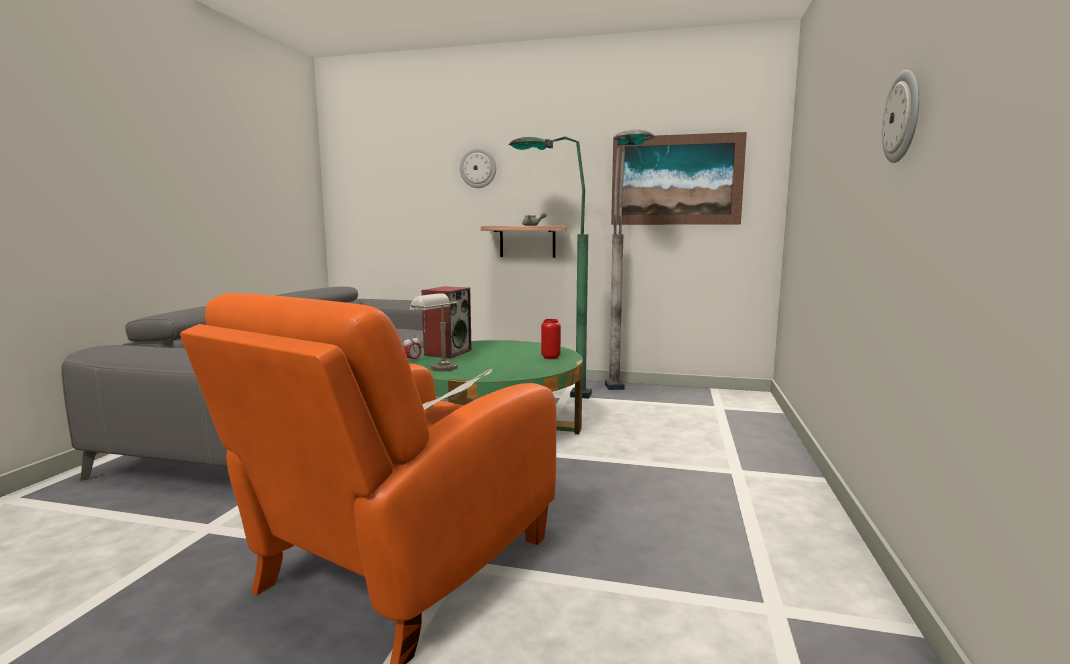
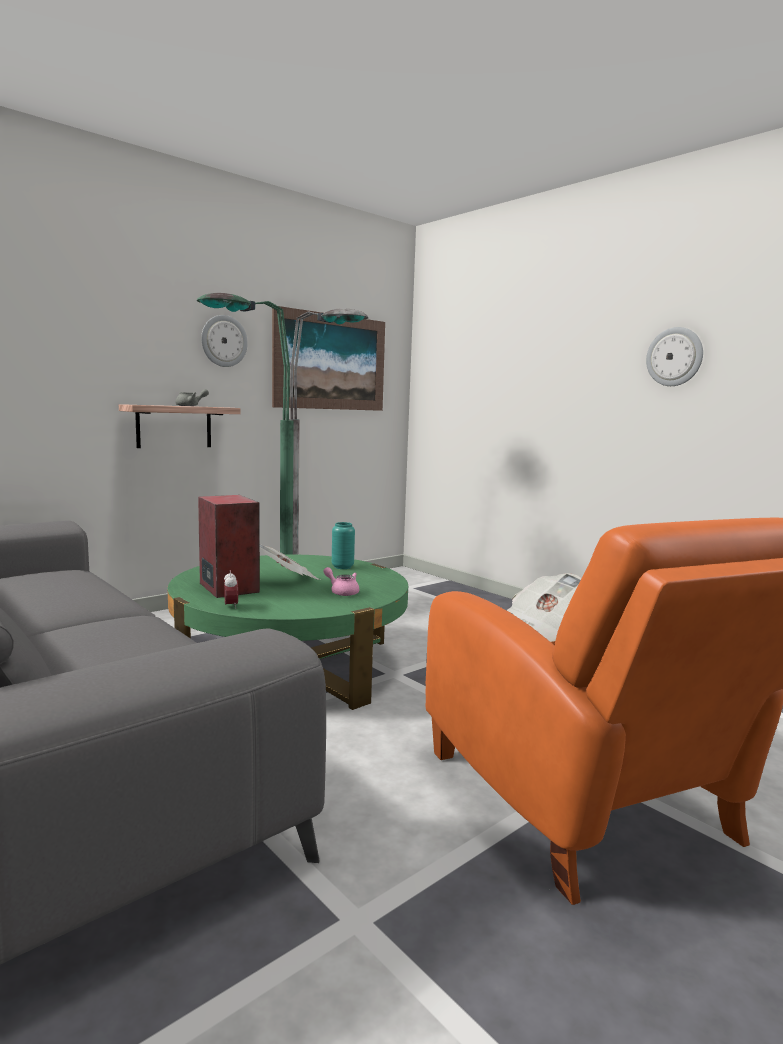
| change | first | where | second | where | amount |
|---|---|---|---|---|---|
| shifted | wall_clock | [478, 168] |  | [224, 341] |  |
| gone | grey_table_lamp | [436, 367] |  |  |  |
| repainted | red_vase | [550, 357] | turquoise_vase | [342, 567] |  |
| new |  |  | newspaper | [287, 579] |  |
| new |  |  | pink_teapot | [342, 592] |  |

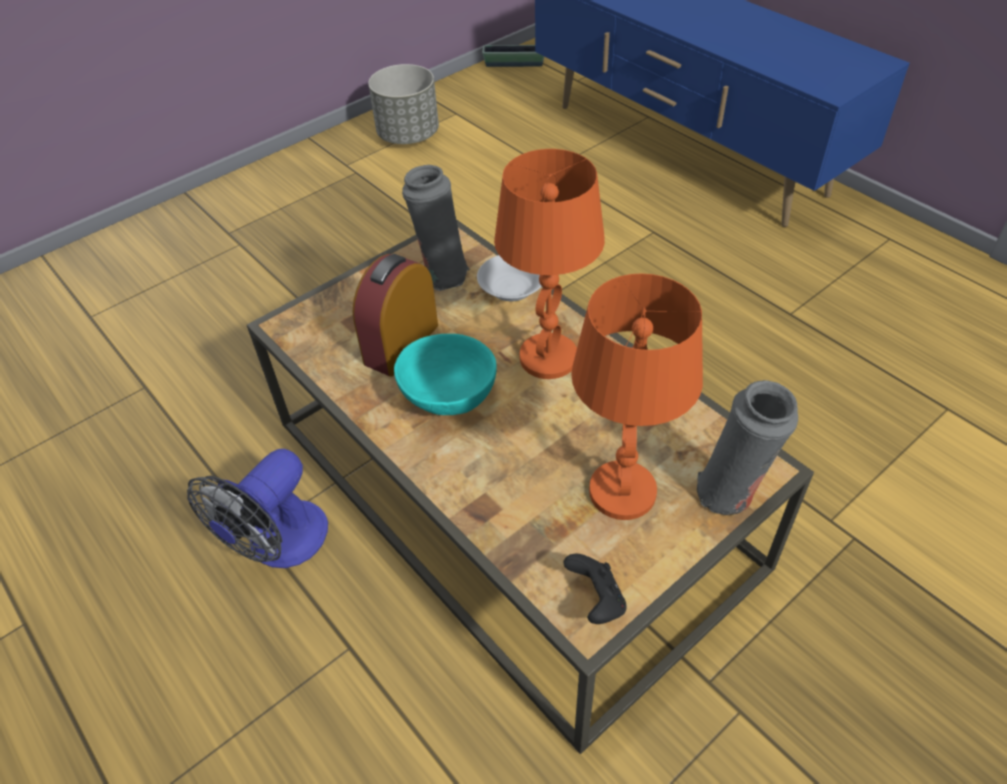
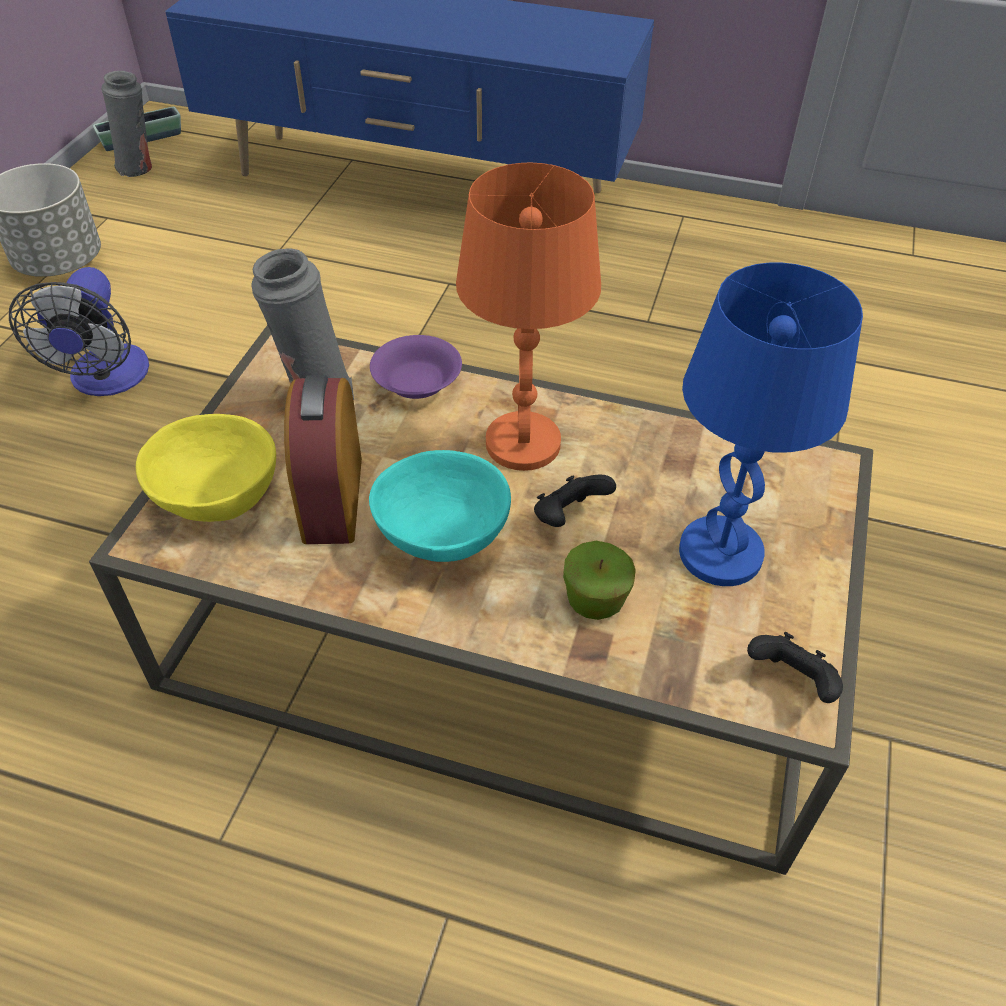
| change | first | where | second | where | amount |
|---|---|---|---|---|---|
| repainted | white_bowl | [511, 290] | purple_bowl | [417, 384] |  |
| repainted | orange_table_lamp | [623, 492] | blue_table_lamp | [721, 553] |  |
| shifted | grey_vase | [731, 494] |  | [139, 168] |  |
| shifted | fan | [279, 545] |  | [106, 380] |  |
| new |  |  | yellow_bowl | [217, 496] |  |
| new |  |  | black_game_controller | [568, 517] |  |
| new |  |  | apple | [595, 600] |  |

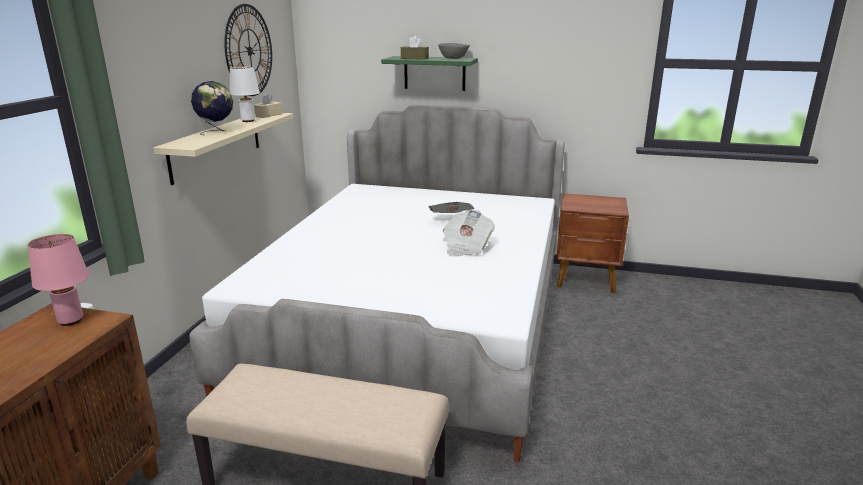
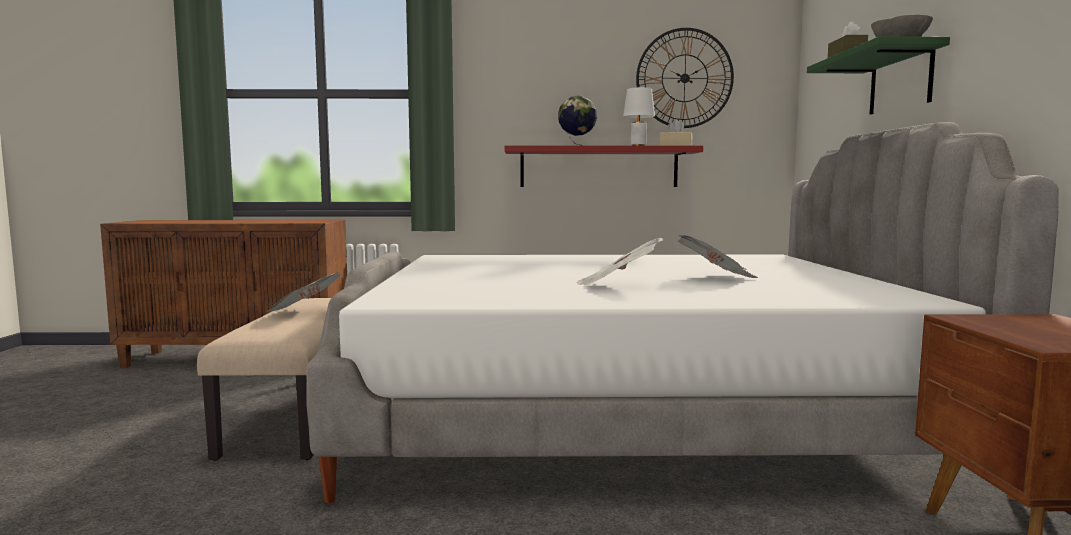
| change | first | where | second | where | amount |
|---|---|---|---|---|---|
| repainted | beige_shelf | [216, 145] | red_shelf | [599, 167] |  |
| gone | pink_table_lamp | [70, 320] |  |  |  |
| new |  |  | newspaper | [304, 312] |  |

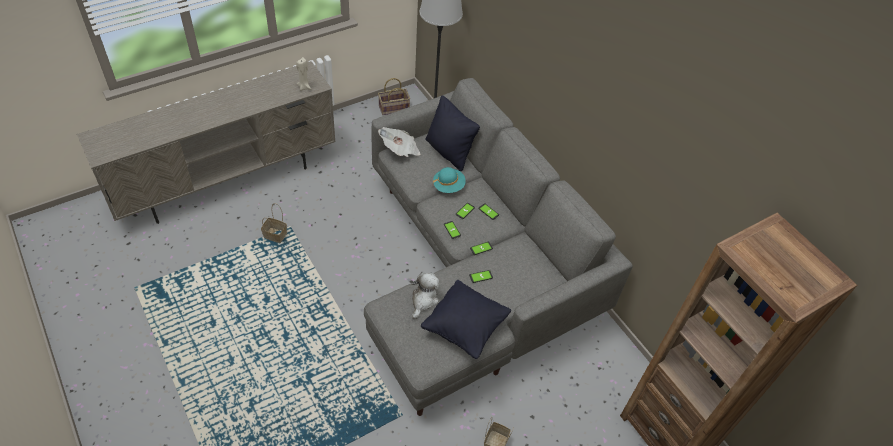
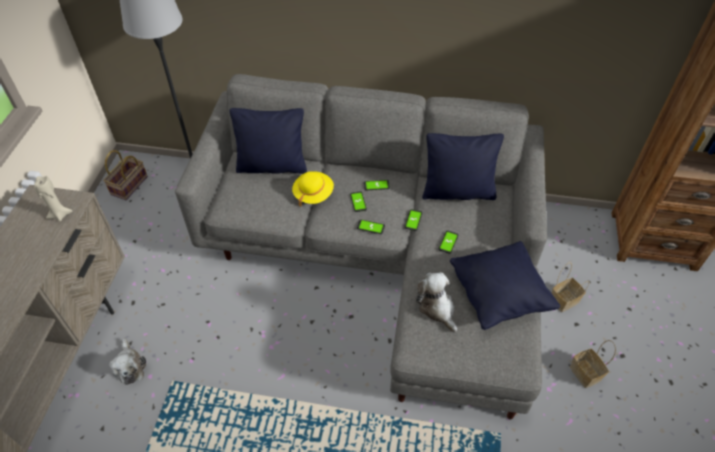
| change | first | where | second | where | amount |
|---|---|---|---|---|---|
| gone | newspaper | [400, 149] |  |  |  |
| repainted | turquoise_hat | [448, 186] | yellow_hat | [313, 194] |  |
| shifted | basket | [276, 235] |  | [564, 299] |  |
| new |  |  | black_pillow | [458, 192] |  |
| new |  |  | plush_toy | [130, 366] |  |

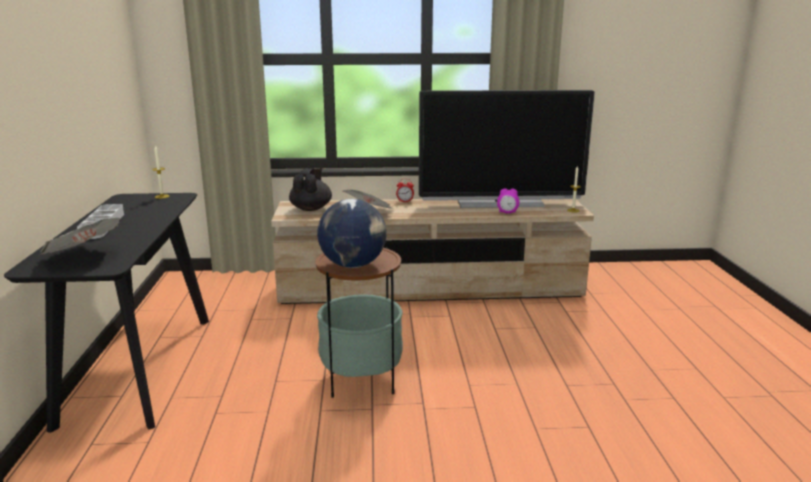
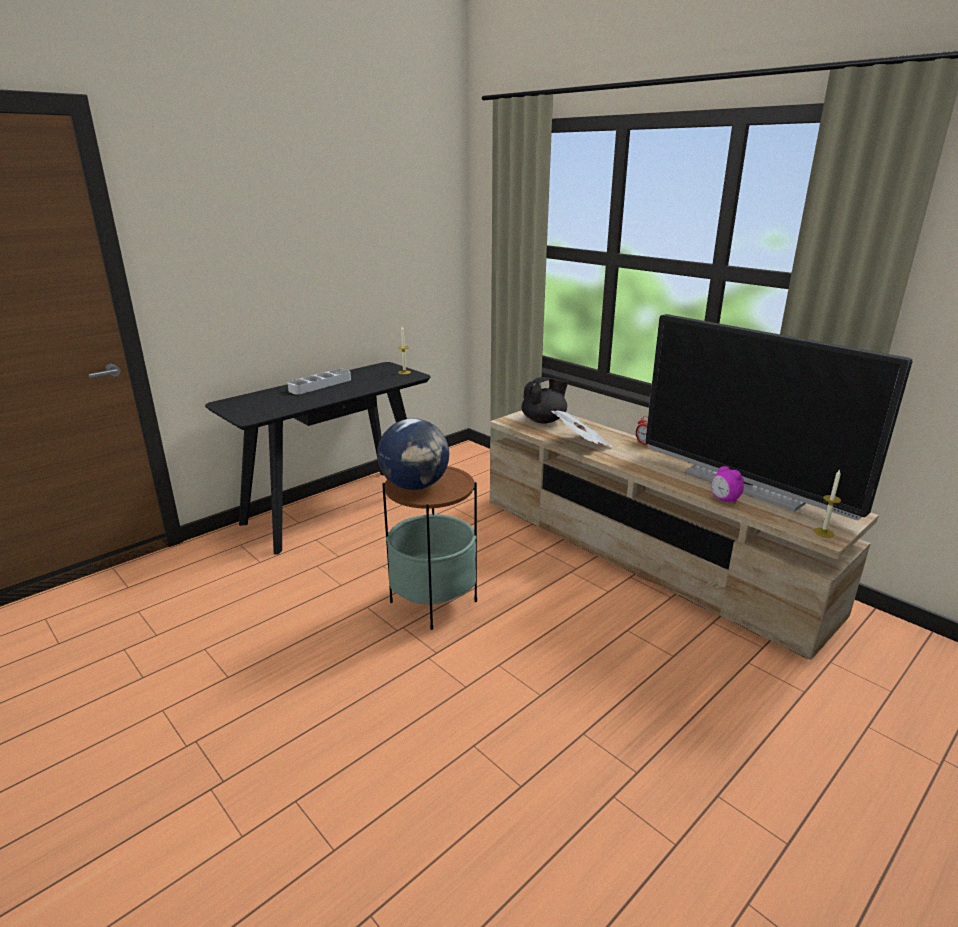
| change | first | where | second | where | amount |
|---|---|---|---|---|---|
| gone | newspaper | [83, 256] |  |  |  |

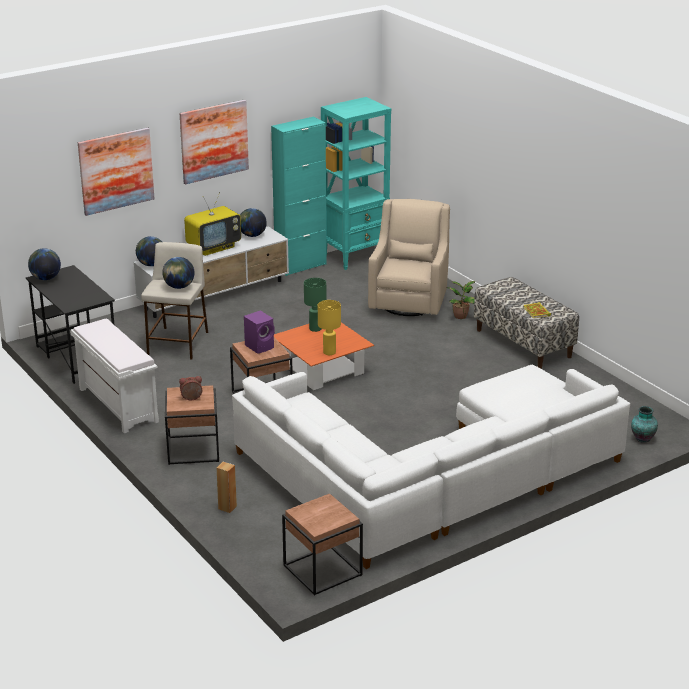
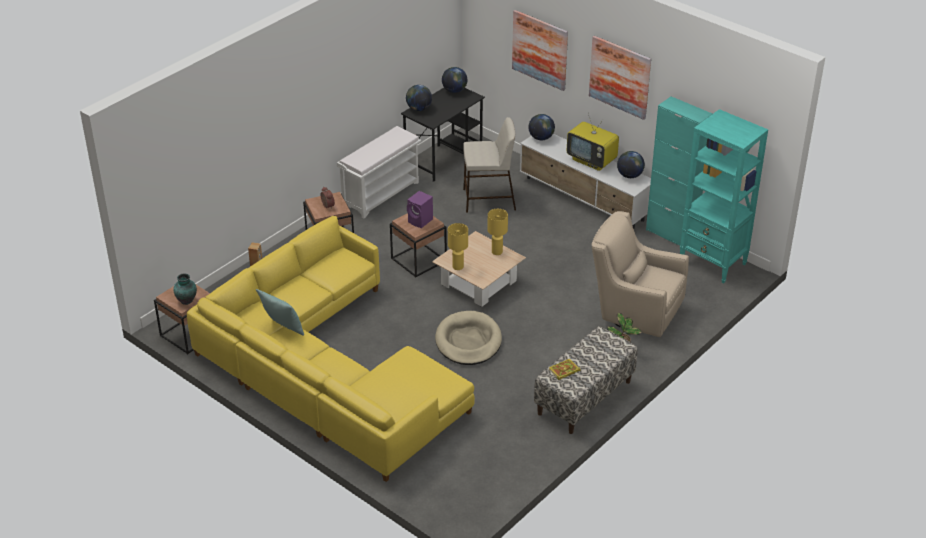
| change | first | where | second | where | amount |
|---|---|---|---|---|---|
| rotated | beige_armchair | [409, 301] |  | [634, 312] | 150 degrees counterclockwise |
| shifted | globe | [179, 287] |  | [419, 109] |  |
| repainted | green_table_lamp | [315, 329] | yellow_table_lamp | [496, 252] |  |
| repainted | orange_coffee_table | [322, 369] | beige_coffee_table | [478, 282] |  |
| repainted | white_sofa | [433, 477] | yellow_sofa | [327, 371] |  |
| shifted | vase | [642, 438] |  | [187, 300] |  |
| new |  |  | turquoise_pillow | [282, 328] |  |
| new |  |  | beige_dog_bed | [468, 341] |  |

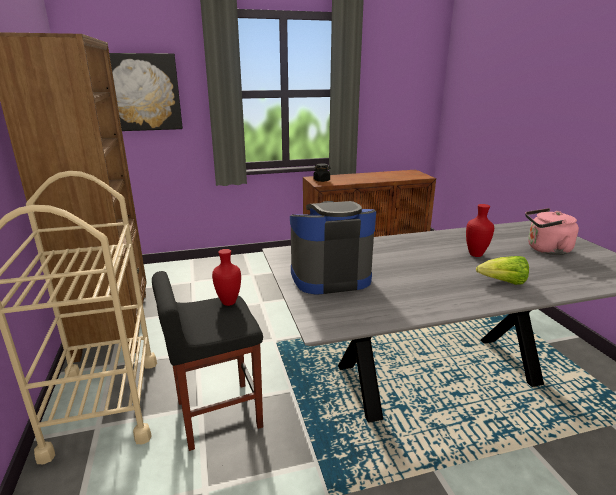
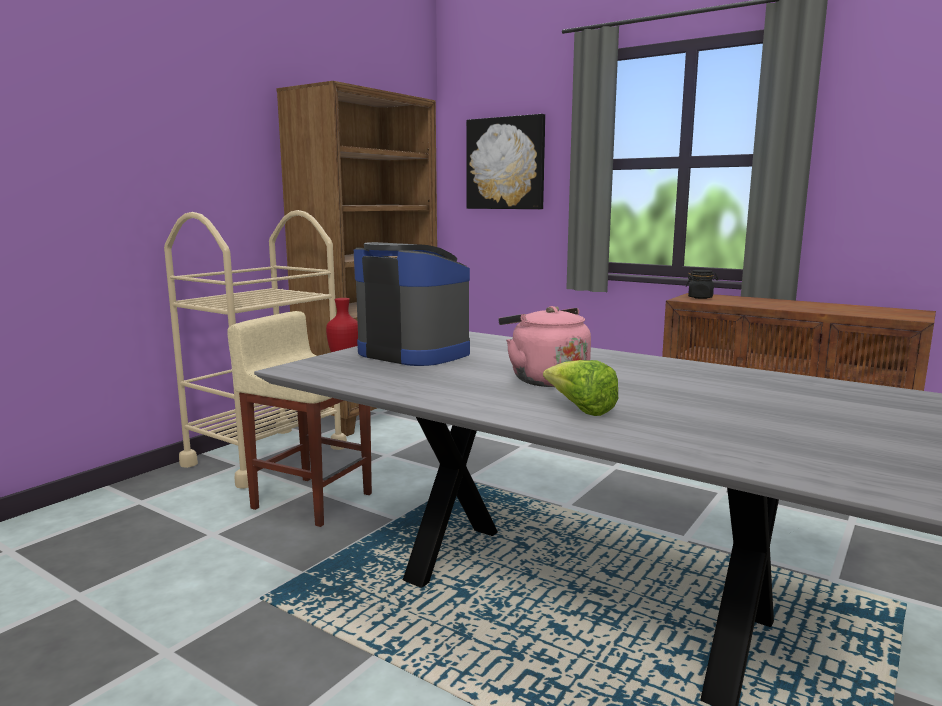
| change | first | where | second | where | amount |
|---|---|---|---|---|---|
| gone | red_vase | [474, 254] |  |  |  |
| shifted | pink_kettle | [545, 249] |  | [545, 379] |  |
| repainted | black_stool | [217, 414] | beige_stool | [311, 500] |  |

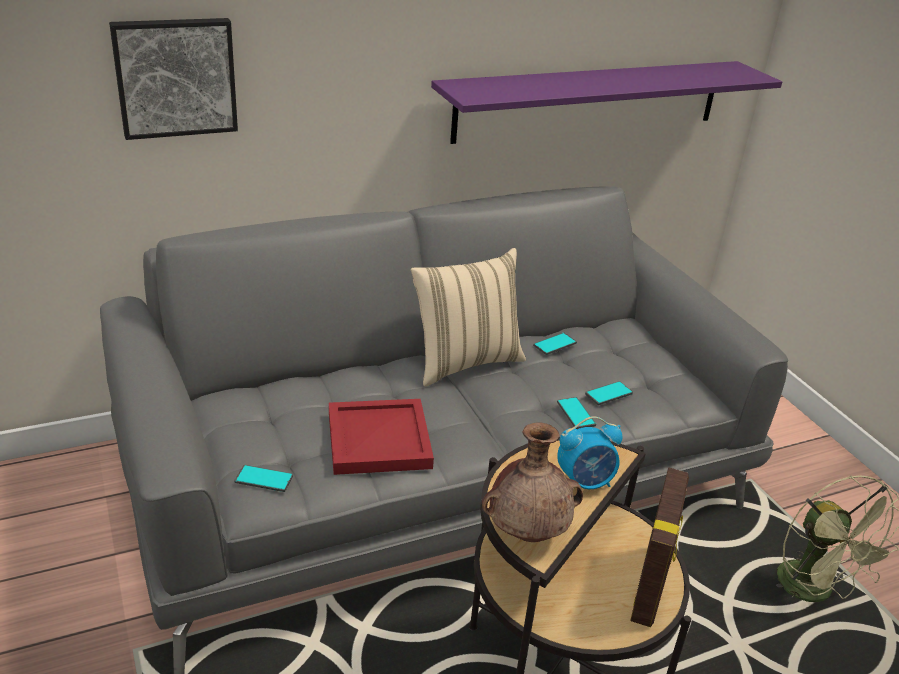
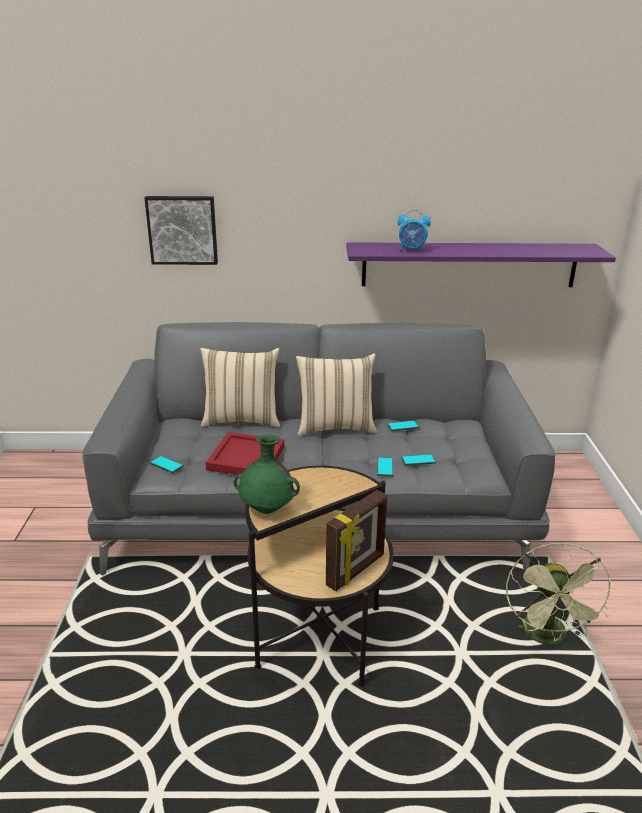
| change | first | where | second | where | amount |
|---|---|---|---|---|---|
| shifted | alarm_clock | [585, 483] |  | [412, 250] |  |
| repainted | brown_vase | [528, 532] | green_vase | [268, 509] |  |
| new |  |  | beige_pillow | [242, 419] |  |

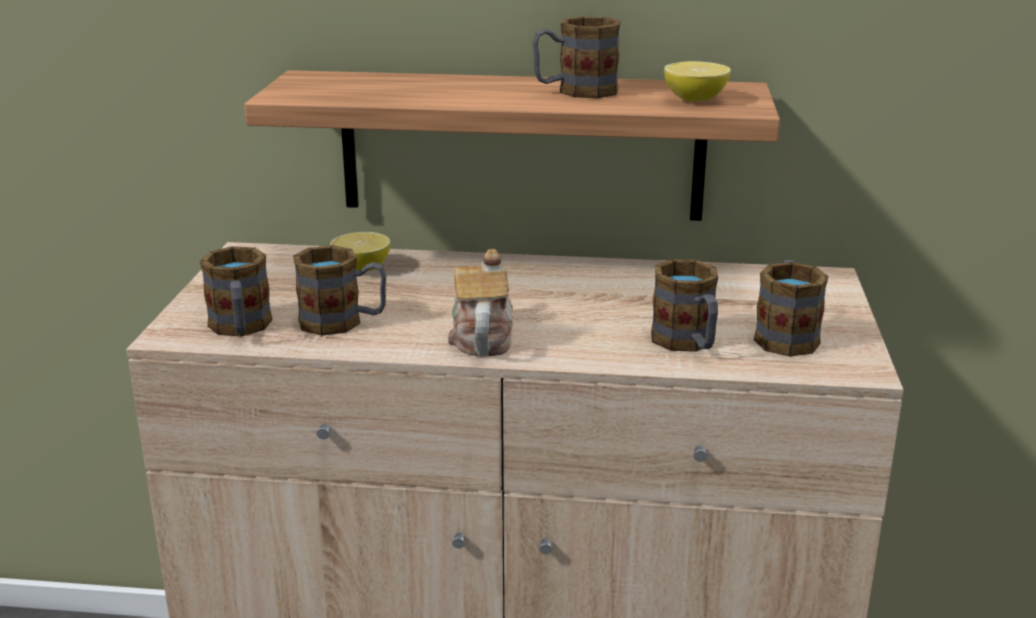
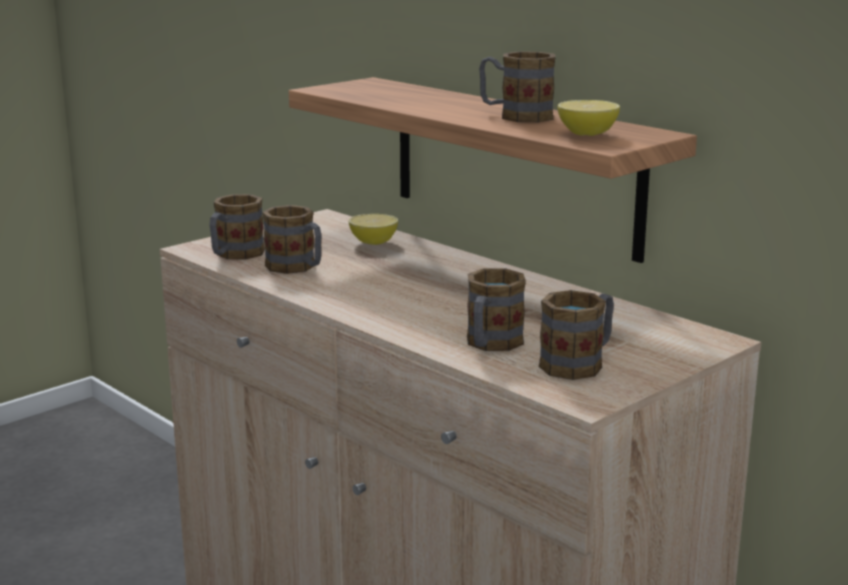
| change | first | where | second | where | amount |
|---|---|---|---|---|---|
| gone | teapot | [482, 338] |  |  |  |

